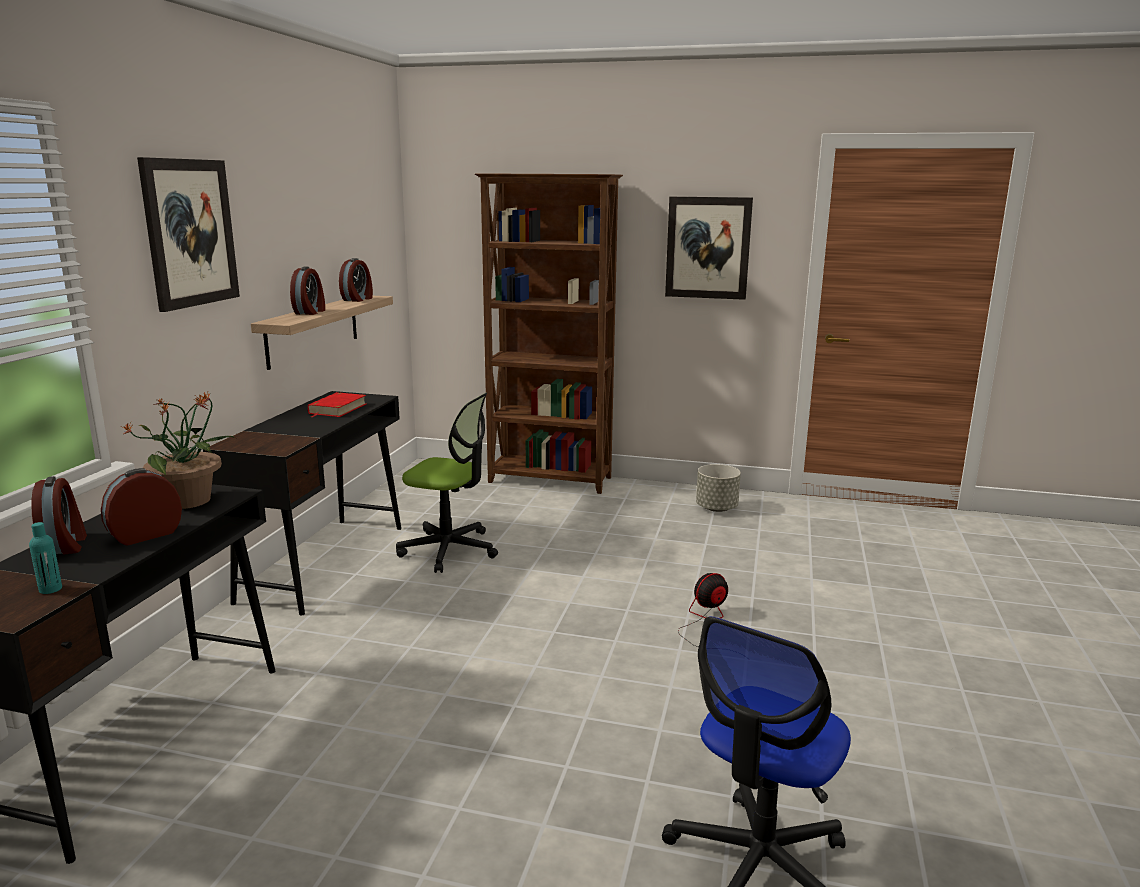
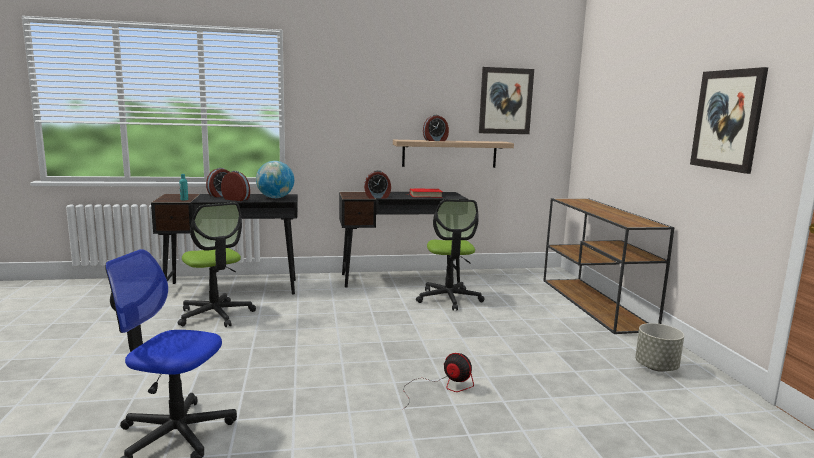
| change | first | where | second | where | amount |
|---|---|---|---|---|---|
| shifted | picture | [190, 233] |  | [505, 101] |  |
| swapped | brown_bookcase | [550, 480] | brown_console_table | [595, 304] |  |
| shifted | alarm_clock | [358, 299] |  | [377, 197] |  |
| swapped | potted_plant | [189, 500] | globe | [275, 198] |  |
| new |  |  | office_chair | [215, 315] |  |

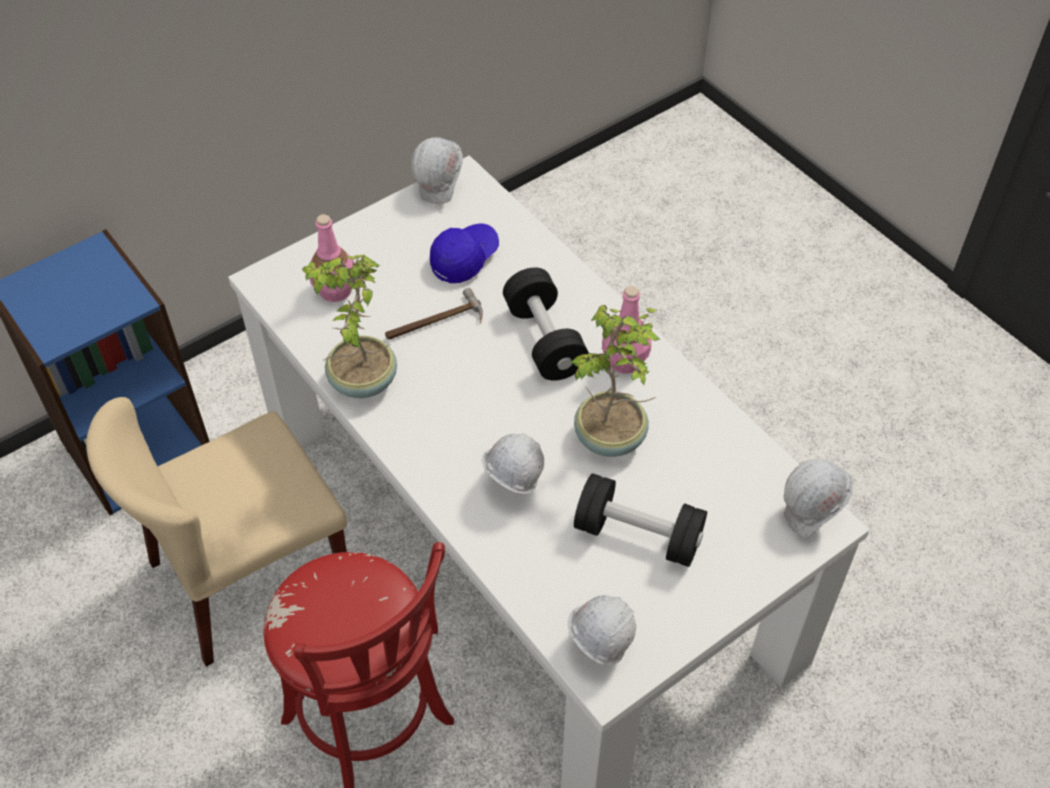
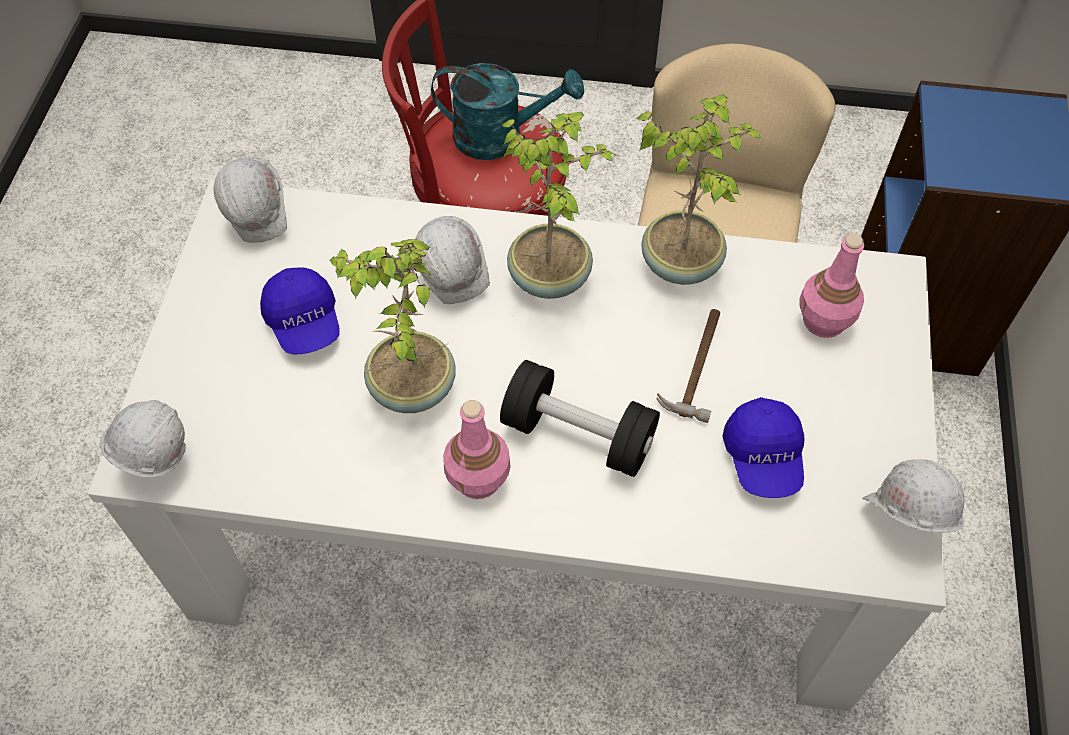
| change | first | where | second | where | amount |
|---|---|---|---|---|---|
| swapped | black_dumbbell | [638, 535] | blue_cap | [304, 322] |  |
| new |  |  | turquoise_watering_can | [501, 137] |  |
| new |  |  | potted_plant | [550, 276] |  |

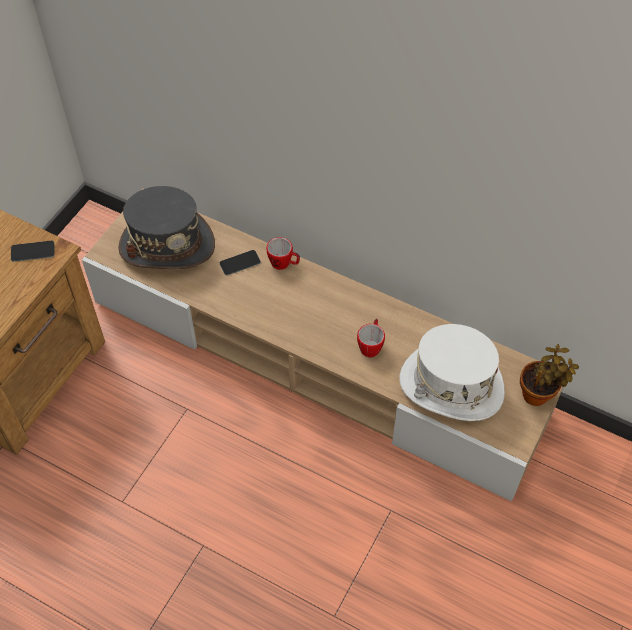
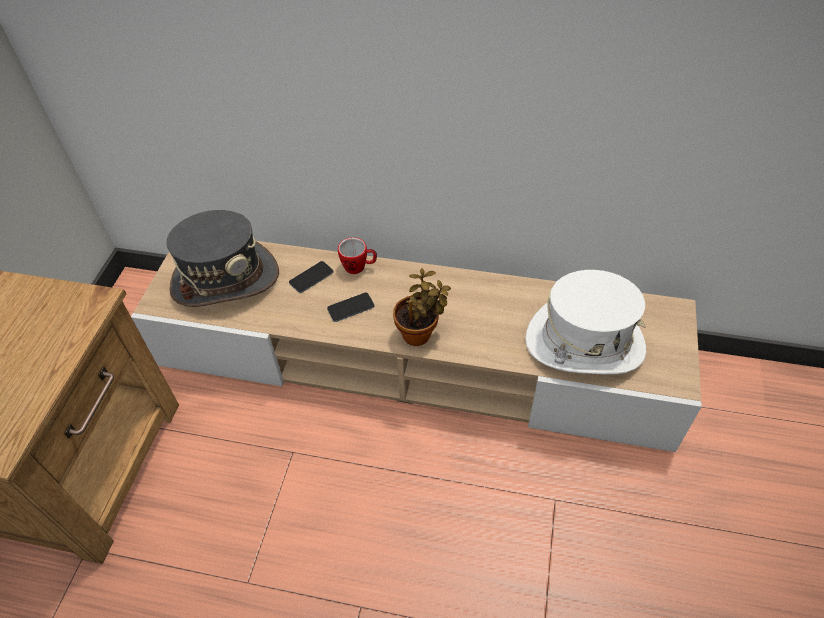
| change | first | where | second | where | amount |
|---|---|---|---|---|---|
| shifted | phone | [32, 251] |  | [350, 307] |  |
| gone | mug | [371, 345] |  |  |  |
| shifted | potted_plant | [538, 394] |  | [419, 334] |  |

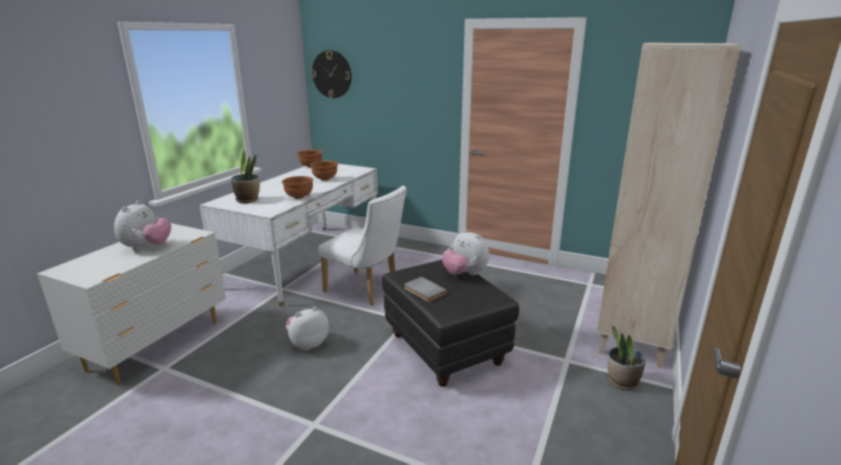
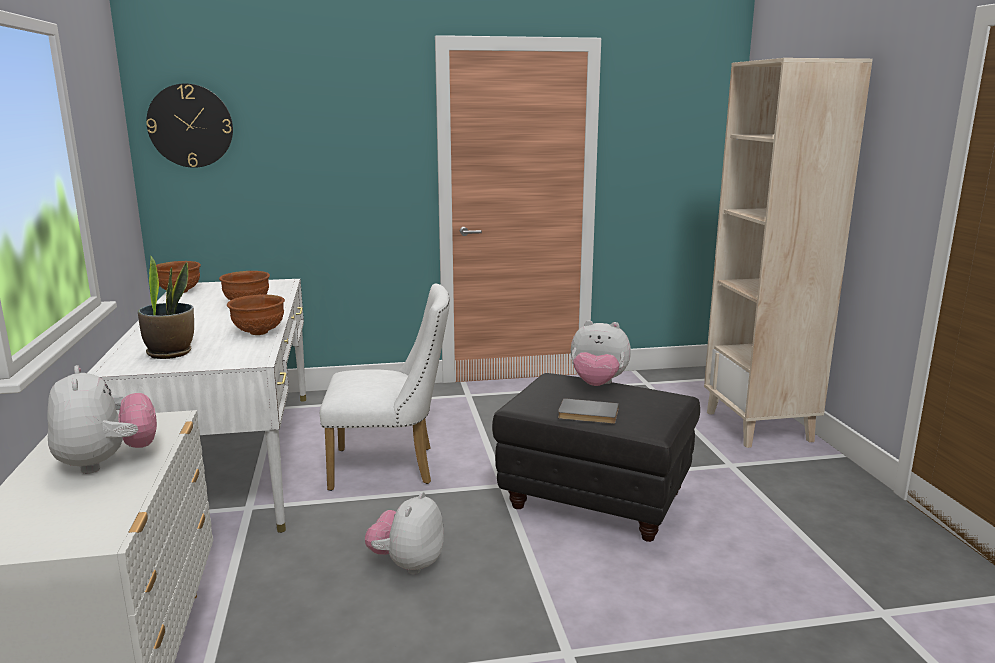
| change | first | where | second | where | amount |
|---|---|---|---|---|---|
| gone | potted_plant | [622, 381] |  |  |  |

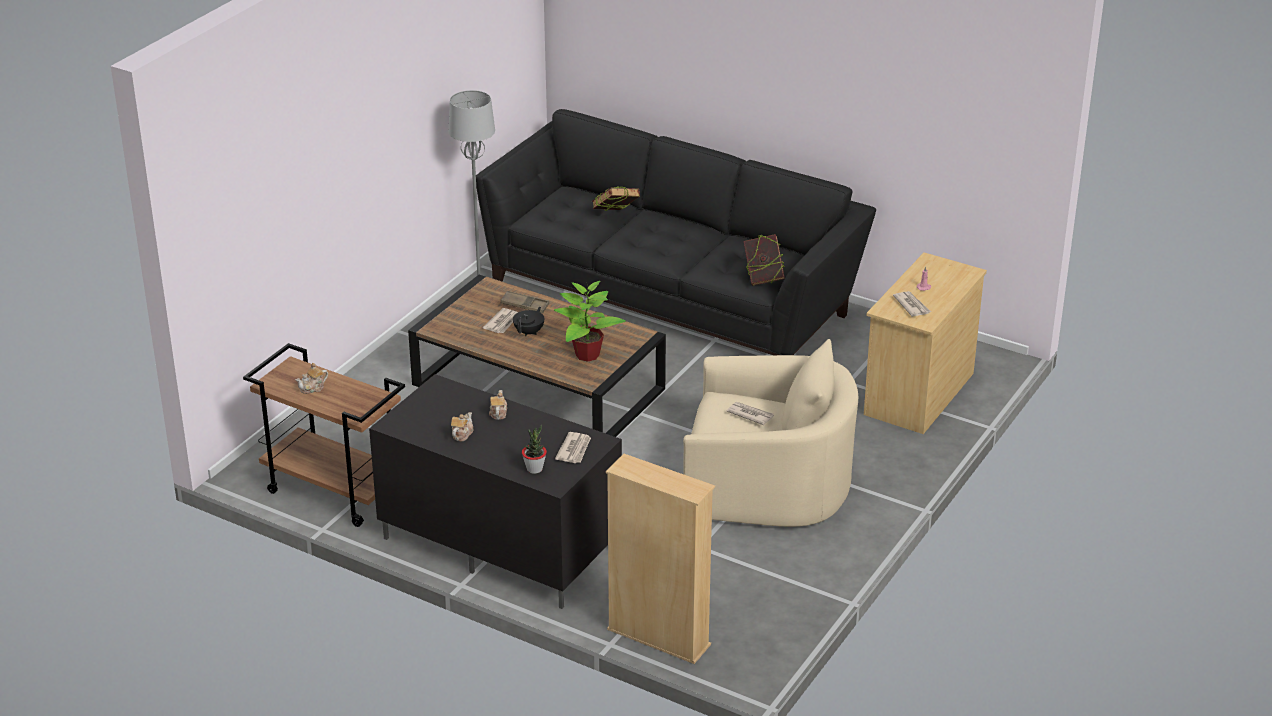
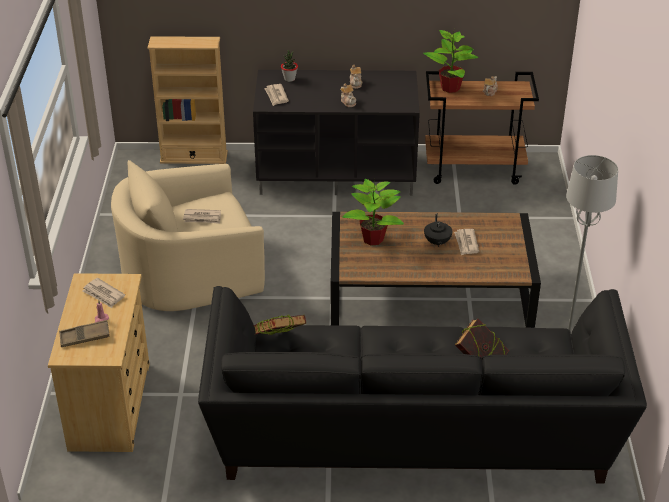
| change | first | where | second | where | amount |
|---|---|---|---|---|---|
| shifted | brown_tray | [524, 305] |  | [85, 337] |  |
| new |  |  | potted_plant | [451, 88] |  |

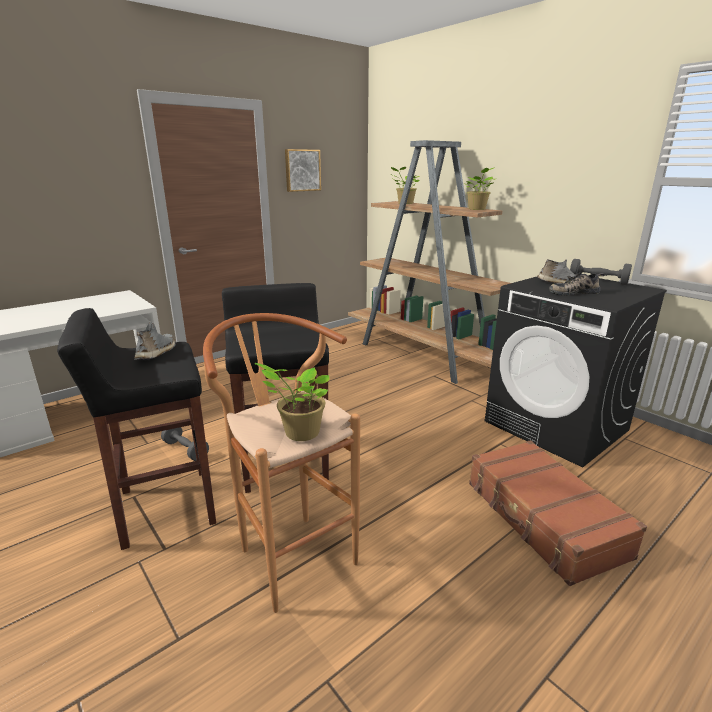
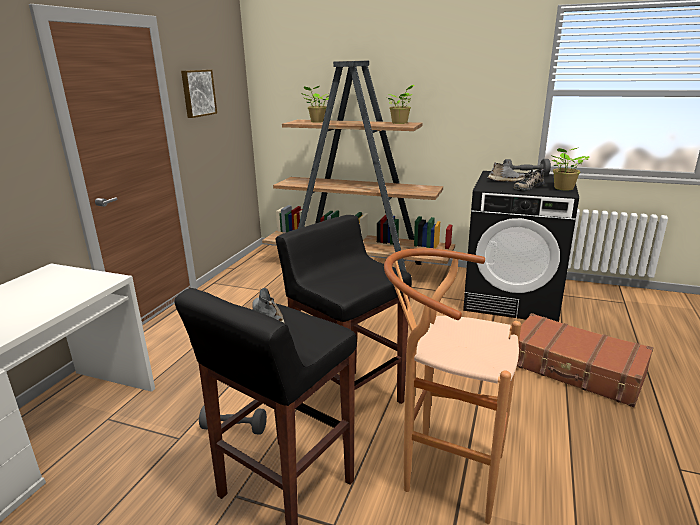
| change | first | where | second | where | amount |
|---|---|---|---|---|---|
| shifted | potted_plant | [299, 433] |  | [563, 188] |  |

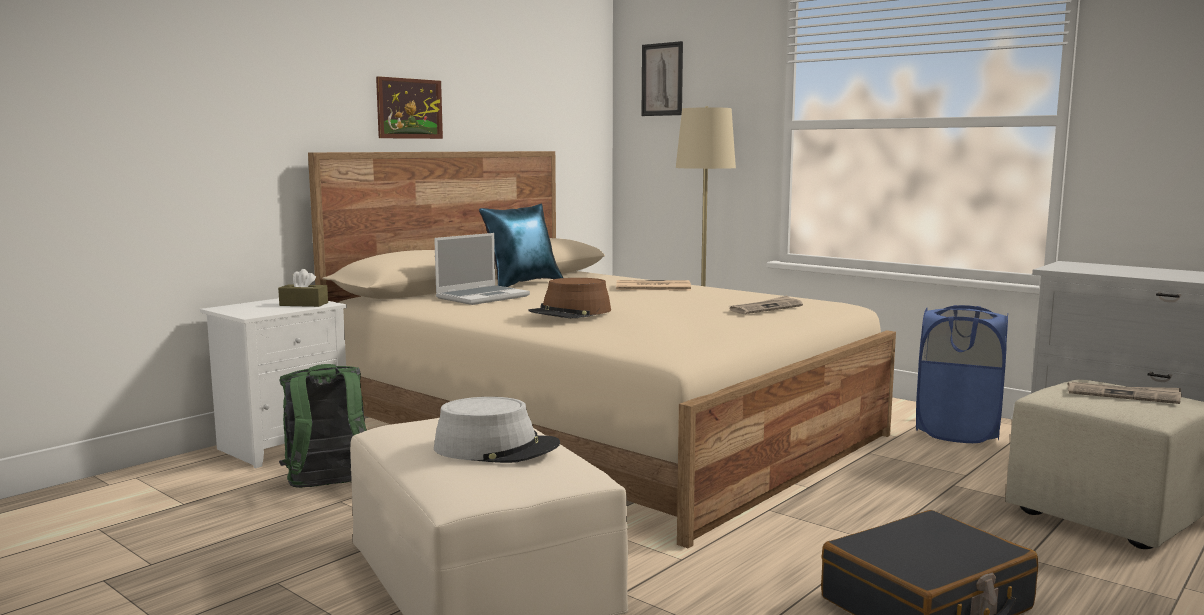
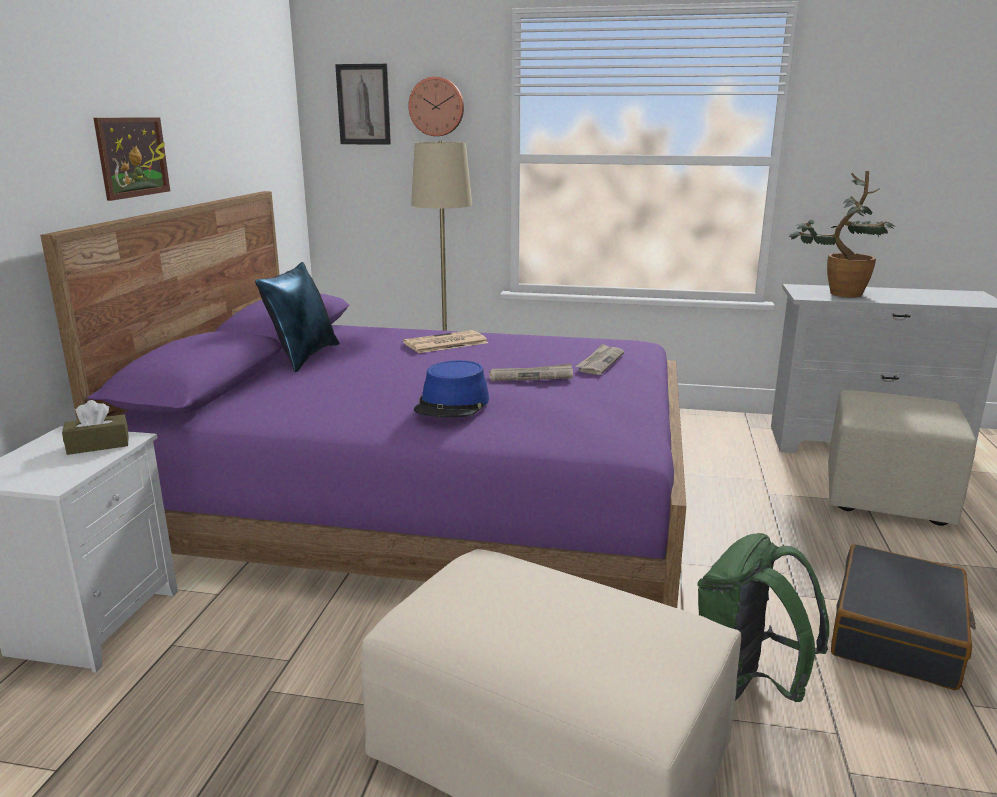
| change | first | where | second | where | amount |
|---|---|---|---|---|---|
| repainted | beige_bed | [599, 427] | purple_bed | [428, 499] |  |
| gone | laptop | [483, 297] |  |  |  |
| repainted | brown_hat | [570, 312] | blue_hat | [452, 404] |  |
| gone | blue_laundry_basket | [958, 432] |  |  |  |
| shifted | green_backpack | [327, 487] |  | [745, 688] |  |
| shifted | newspaper | [1123, 395] |  | [531, 376] |  |
| gone | grey_hat | [496, 448] |  |  |  |
| new |  |  | wall_clock | [437, 106] |  |
| new |  |  | potted_plant | [837, 293] |  |

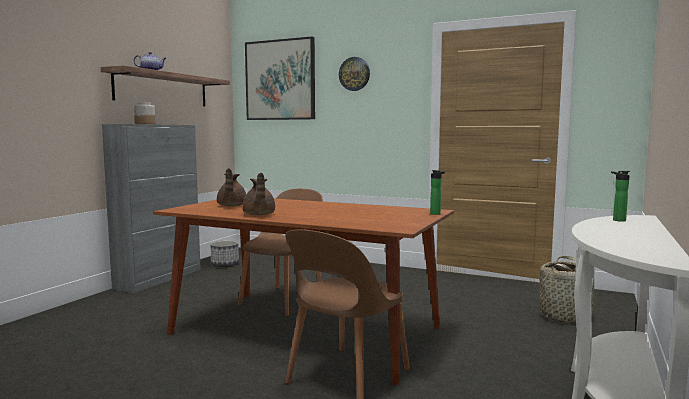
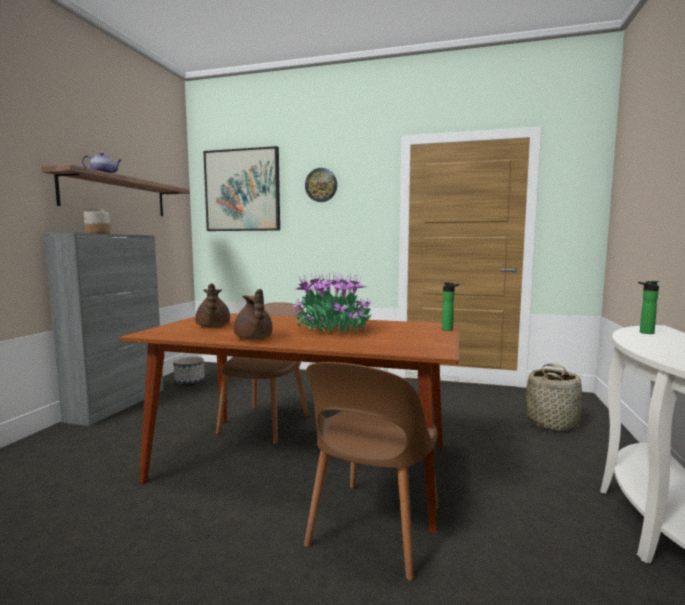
| change | first | where | second | where | amount |
|---|---|---|---|---|---|
| new |  |  | potted_plant | [332, 329] |  |

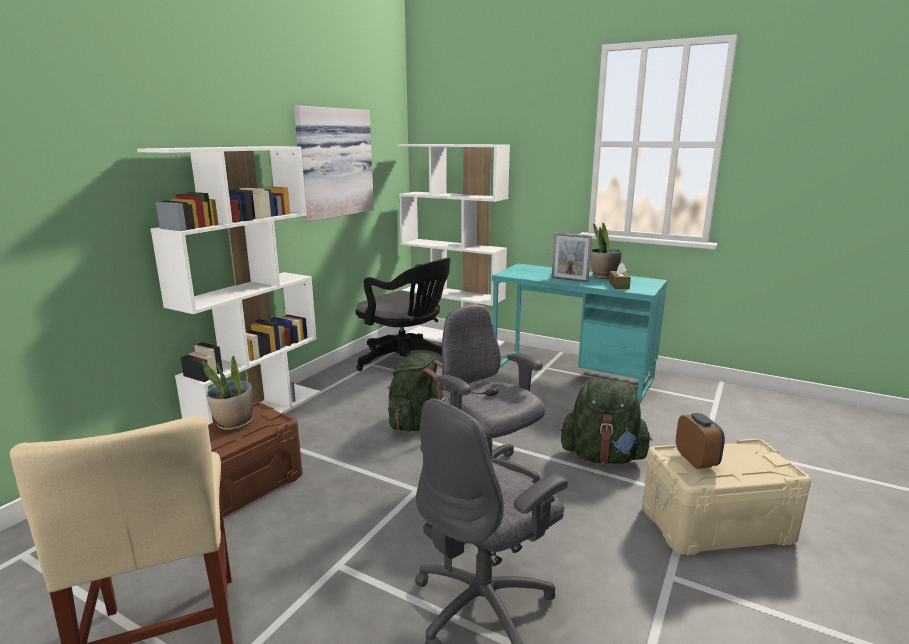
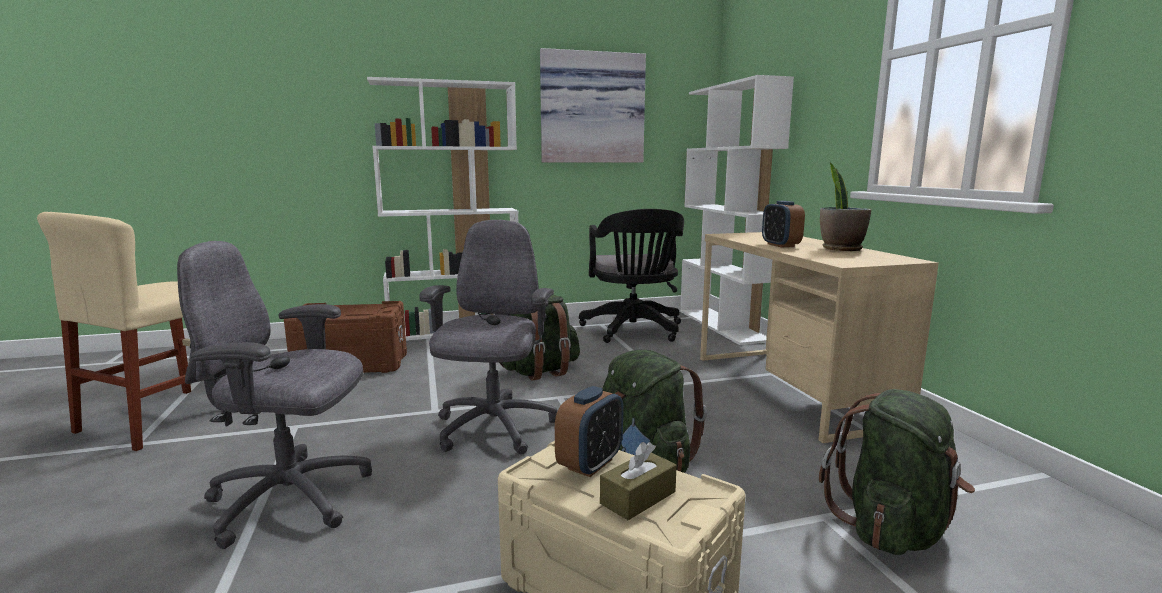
| change | first | where | second | where | amount |
|---|---|---|---|---|---|
| swapped | picture_frame | [569, 280] | alarm_clock | [780, 245] |  |
| repainted | turquoise_desk | [571, 375] | beige_desk | [790, 389] |  |
| shifted | brown_tissue_box | [618, 285] |  | [638, 498] |  |
| gone | potted_plant | [234, 424] |  |  |  |
| new |  |  | green_backpack | [892, 528] |  |

